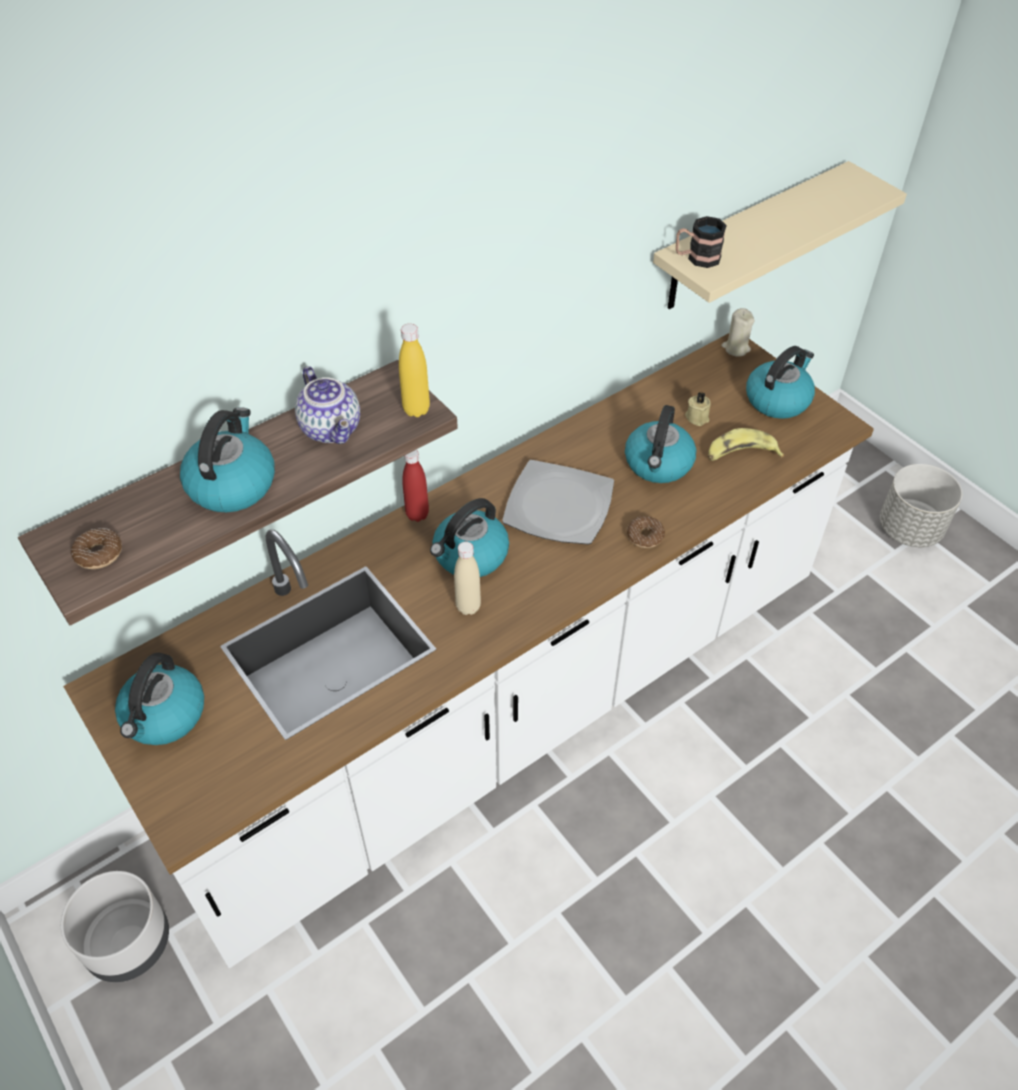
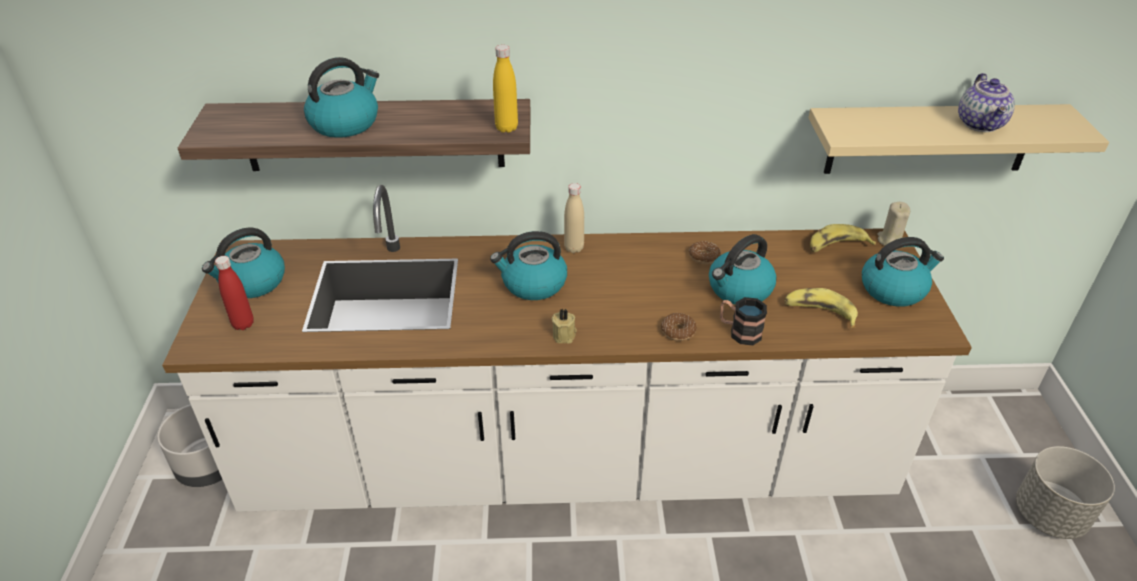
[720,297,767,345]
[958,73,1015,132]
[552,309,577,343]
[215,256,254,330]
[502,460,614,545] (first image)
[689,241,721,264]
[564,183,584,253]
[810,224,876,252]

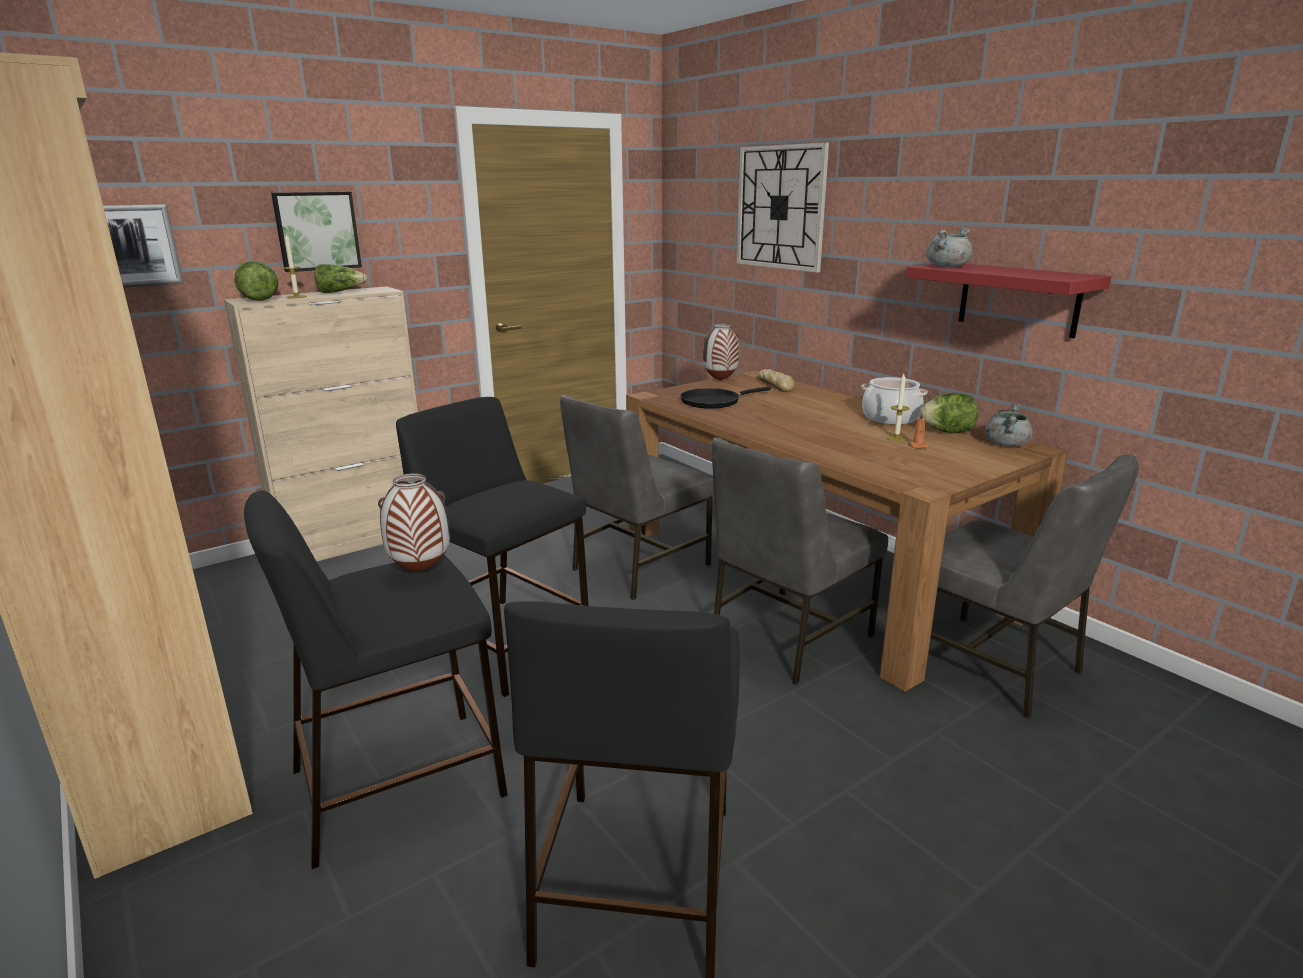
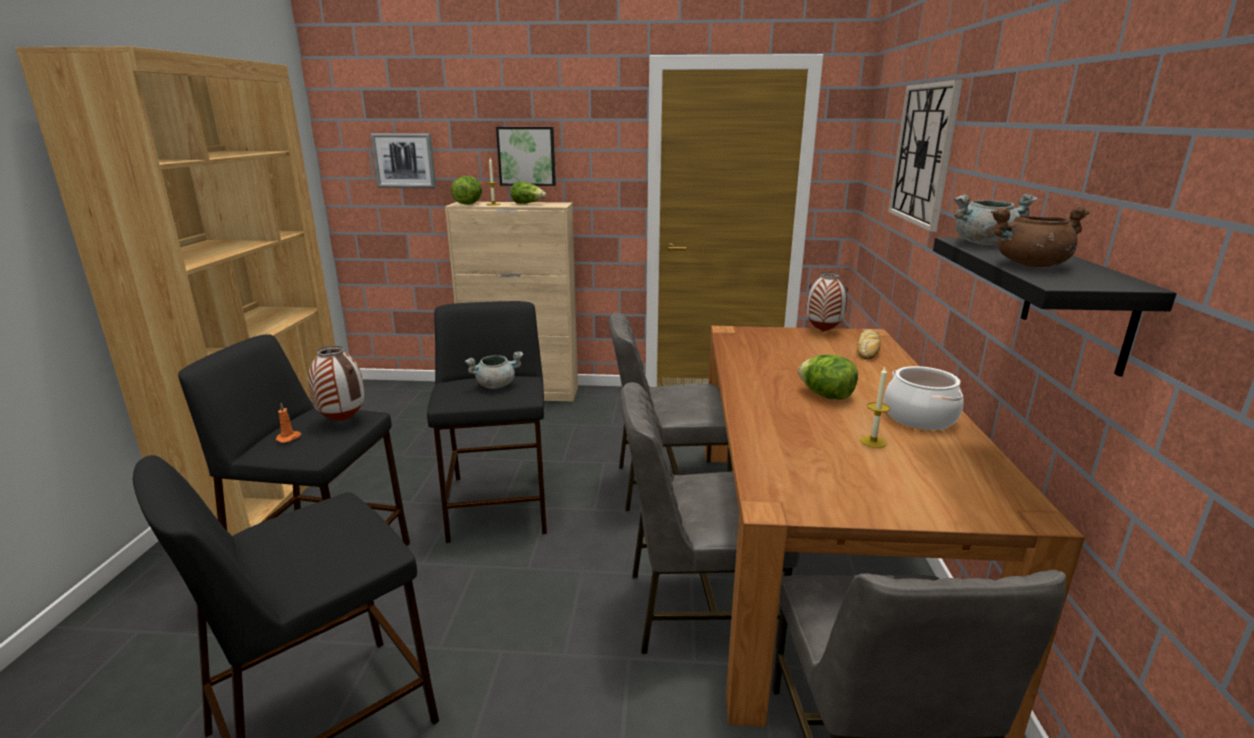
[933,237,1177,377]
[680,387,771,409] (first image)
[798,354,858,400]
[465,352,523,389]
[276,403,301,443]
[991,206,1090,267]

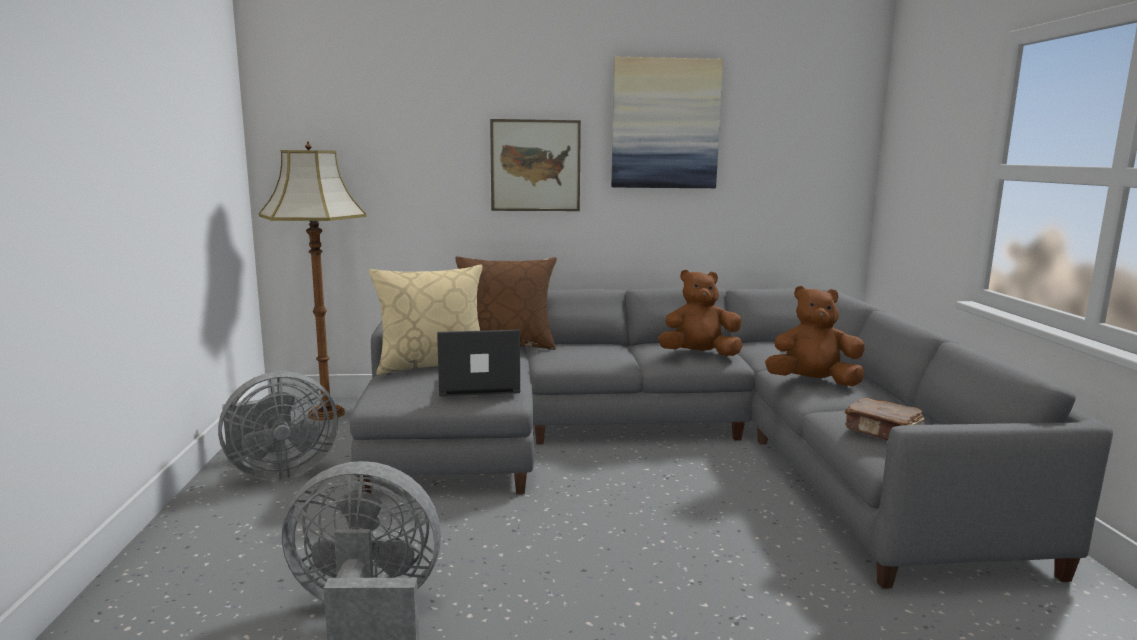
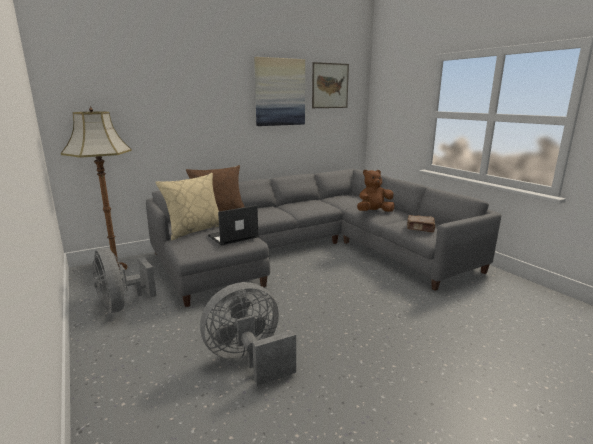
[312,62,349,108]
[658,270,743,356] (first image)
[92,248,157,313]

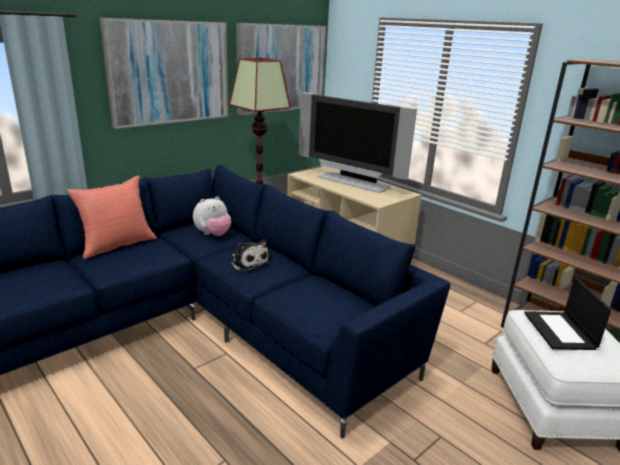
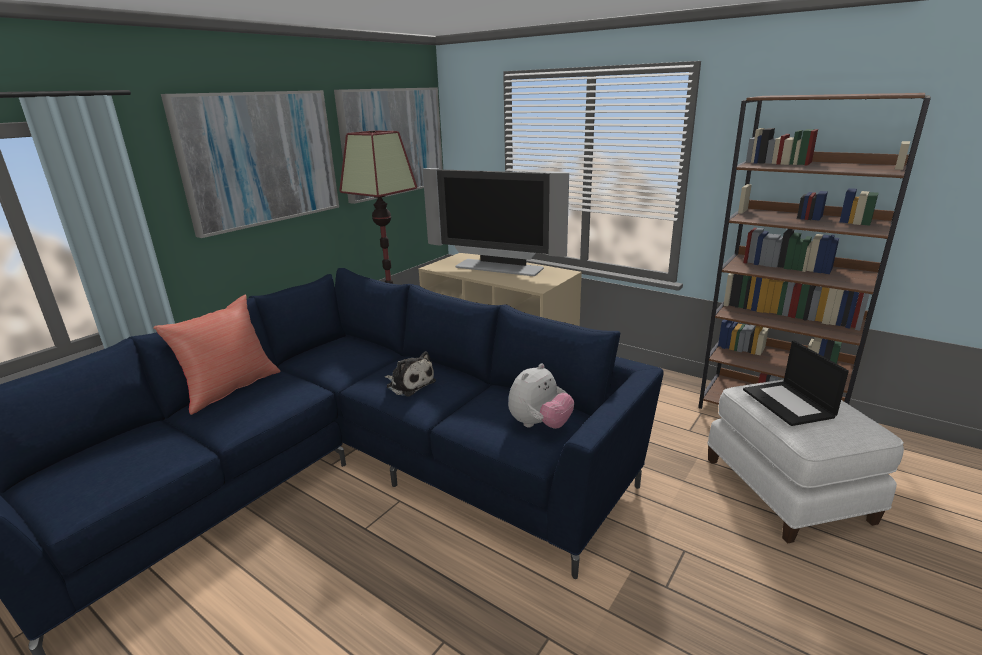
[508,363,574,429]

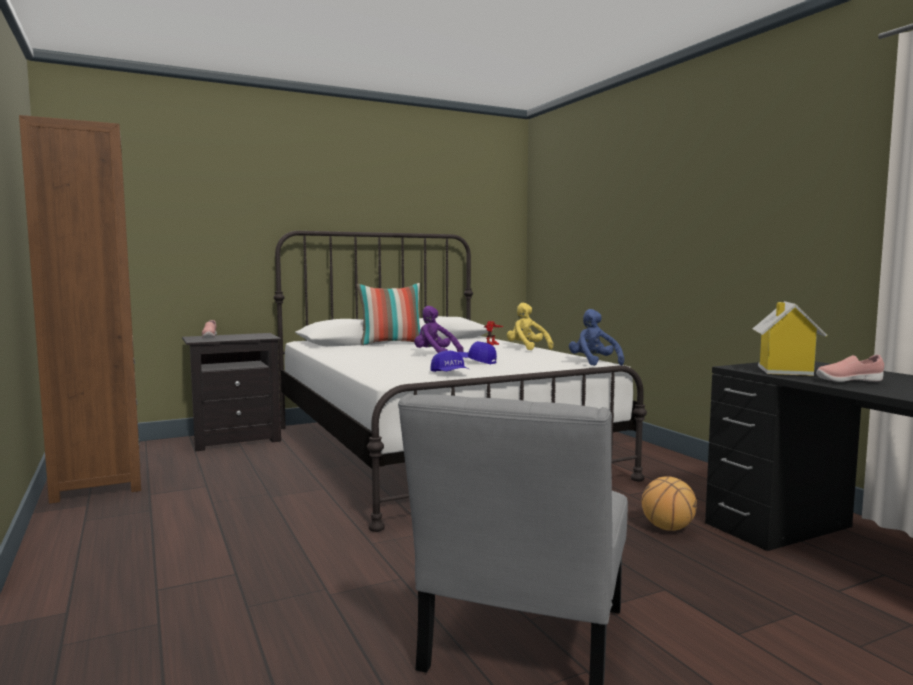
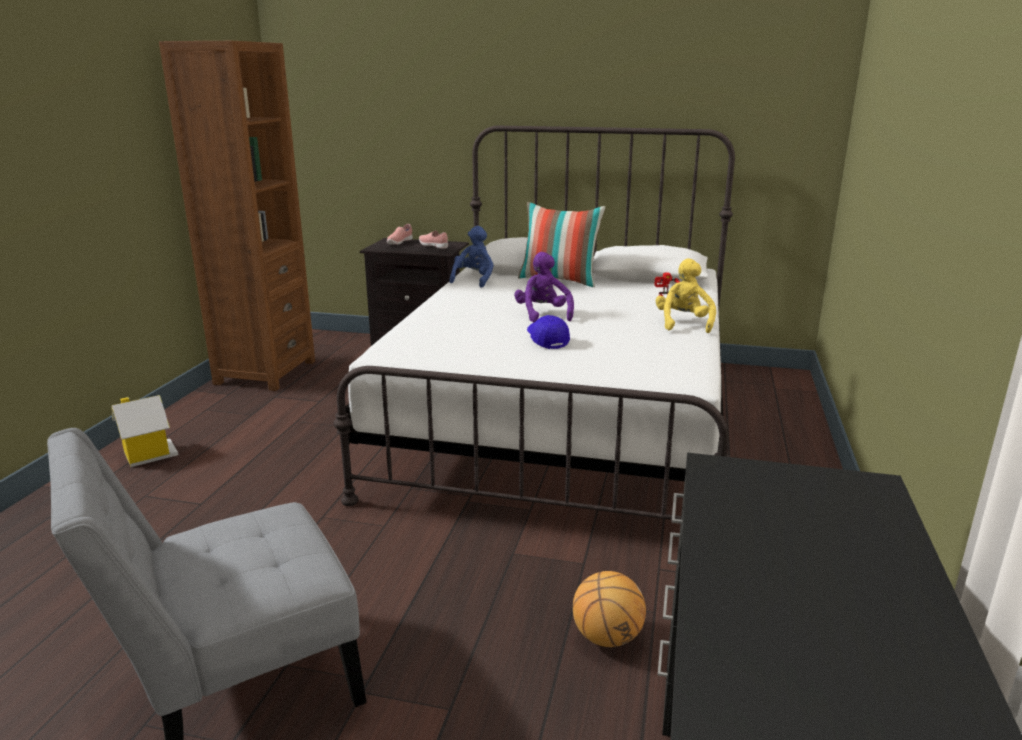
[112,395,178,467]
[449,226,494,288]
[430,350,470,372] (first image)
[419,231,448,249]

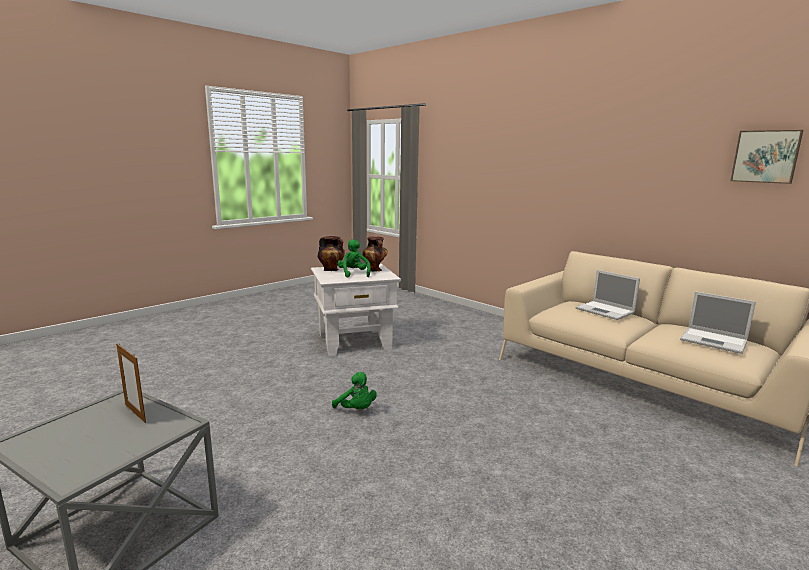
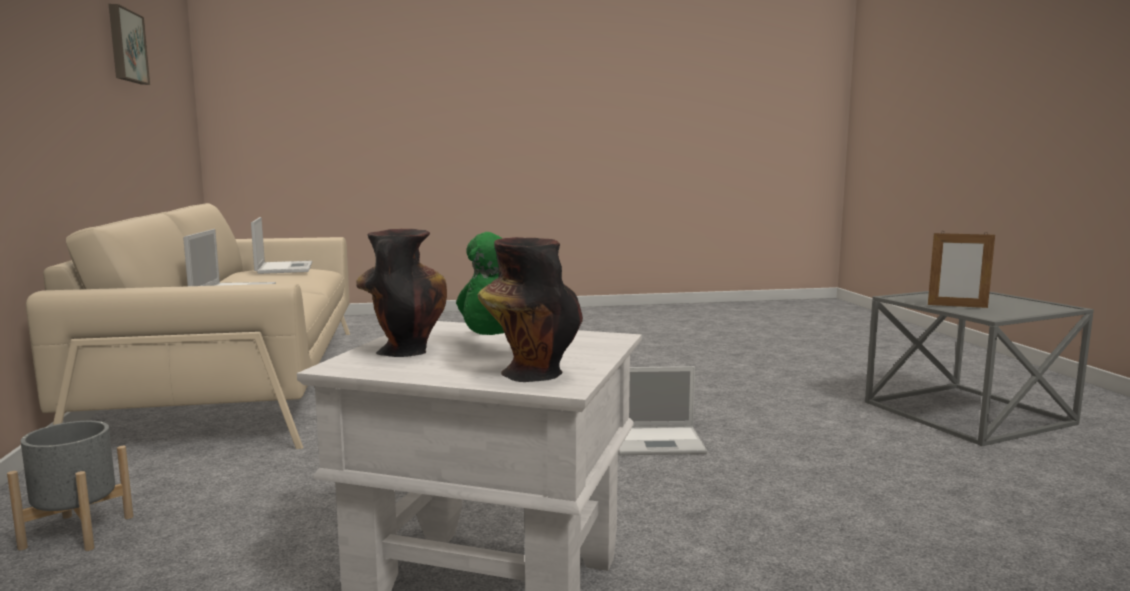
[928,231,995,308]
[618,366,707,455]
[7,421,133,551]

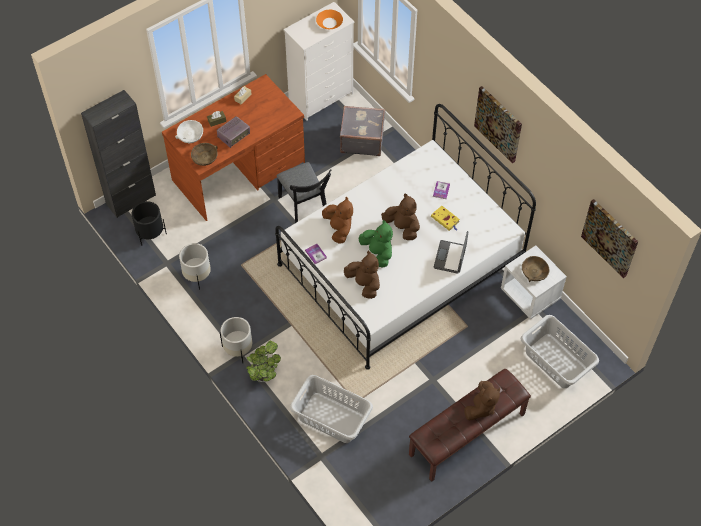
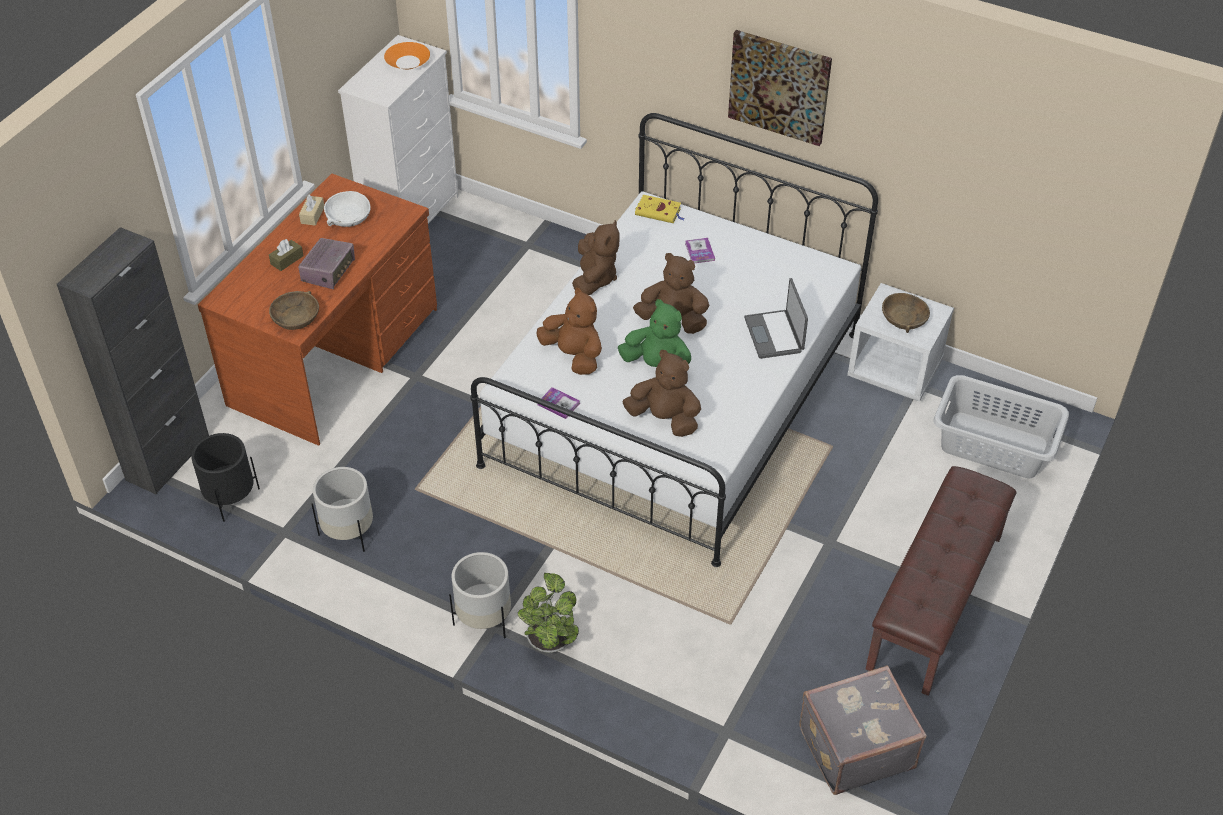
[799,665,927,795]
[324,191,371,227]
[276,162,331,223] (first image)
[581,199,638,278] (first image)
[635,195,685,224]
[290,375,373,443] (first image)
[572,220,620,295]

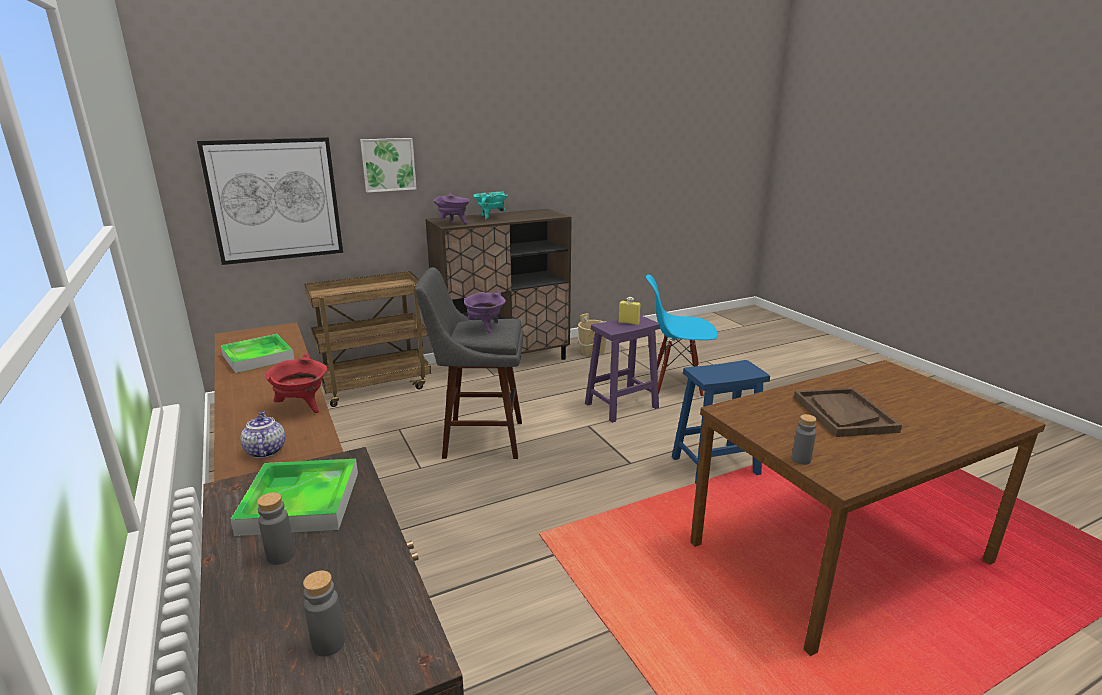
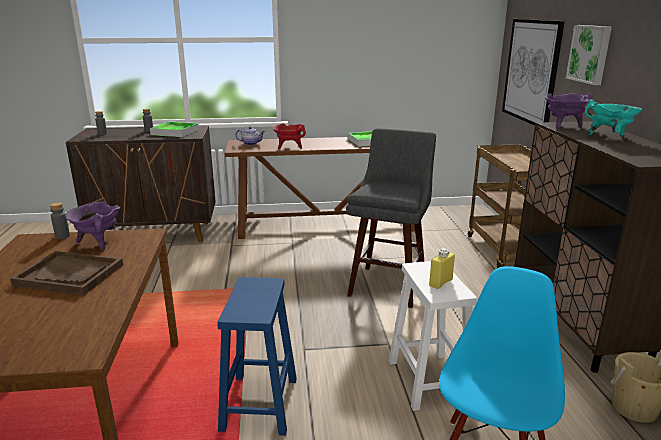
[65,201,120,251]
[389,261,477,411]

